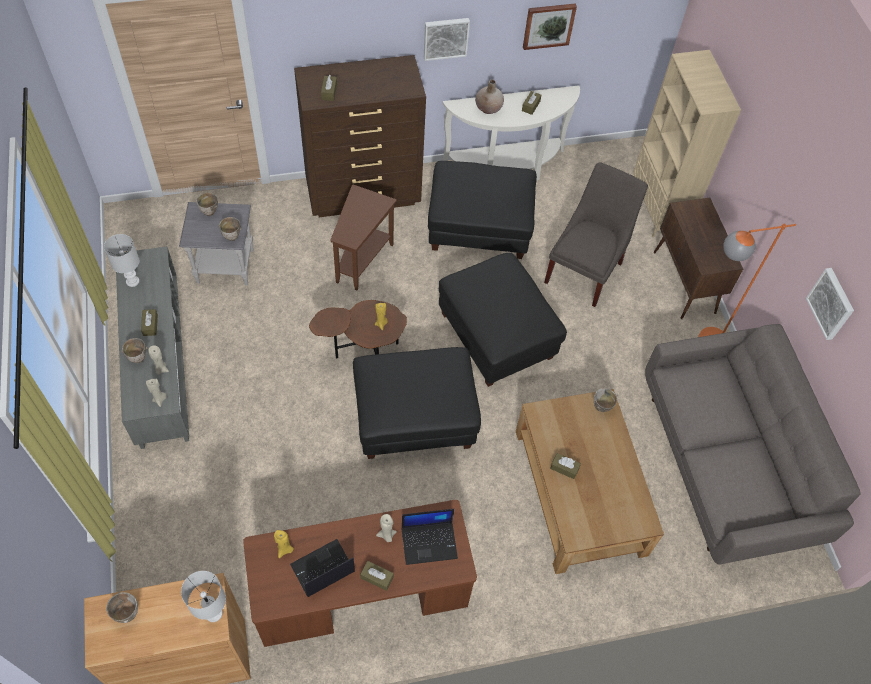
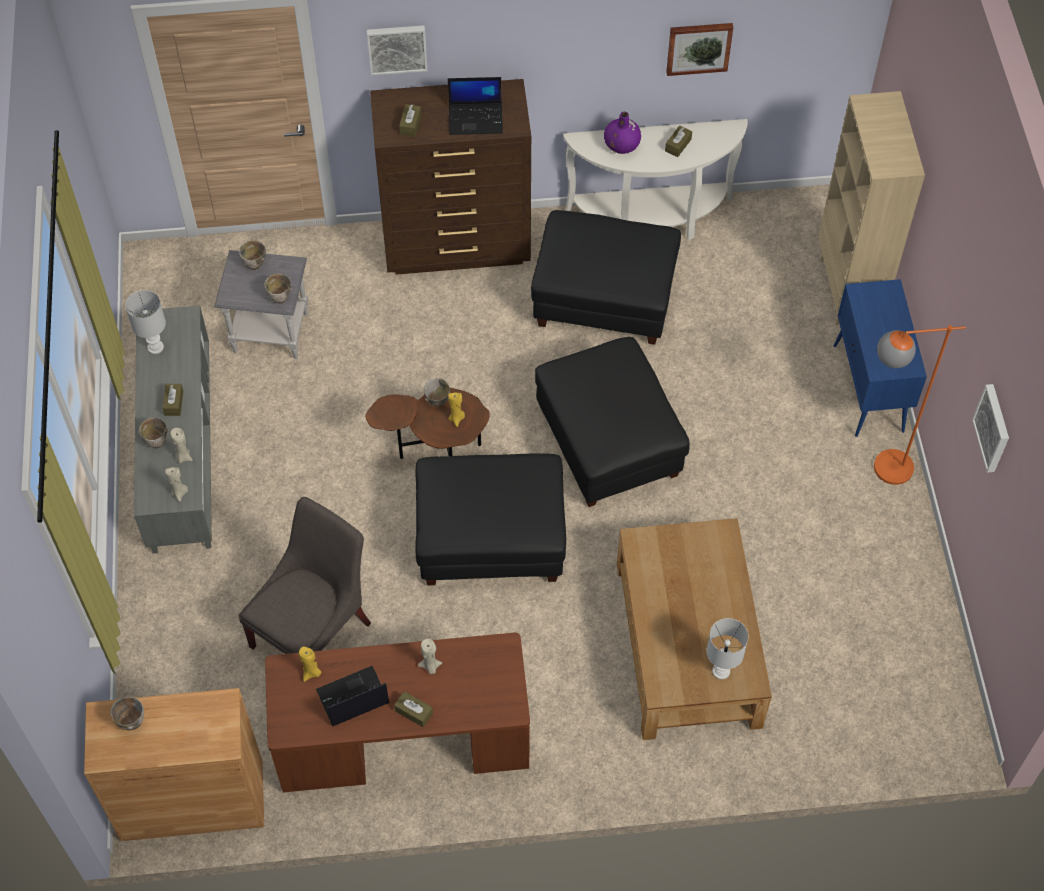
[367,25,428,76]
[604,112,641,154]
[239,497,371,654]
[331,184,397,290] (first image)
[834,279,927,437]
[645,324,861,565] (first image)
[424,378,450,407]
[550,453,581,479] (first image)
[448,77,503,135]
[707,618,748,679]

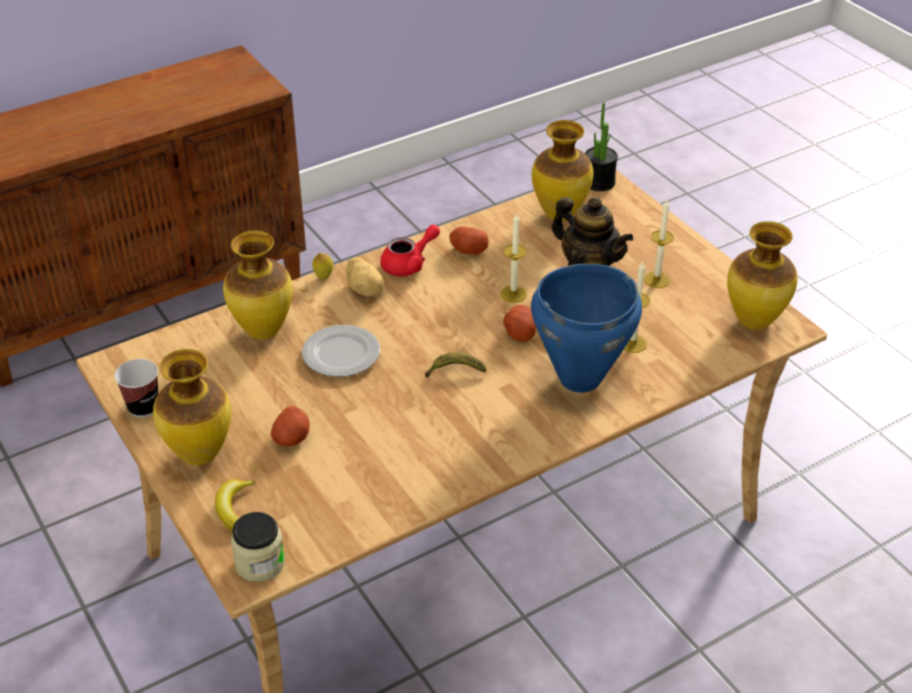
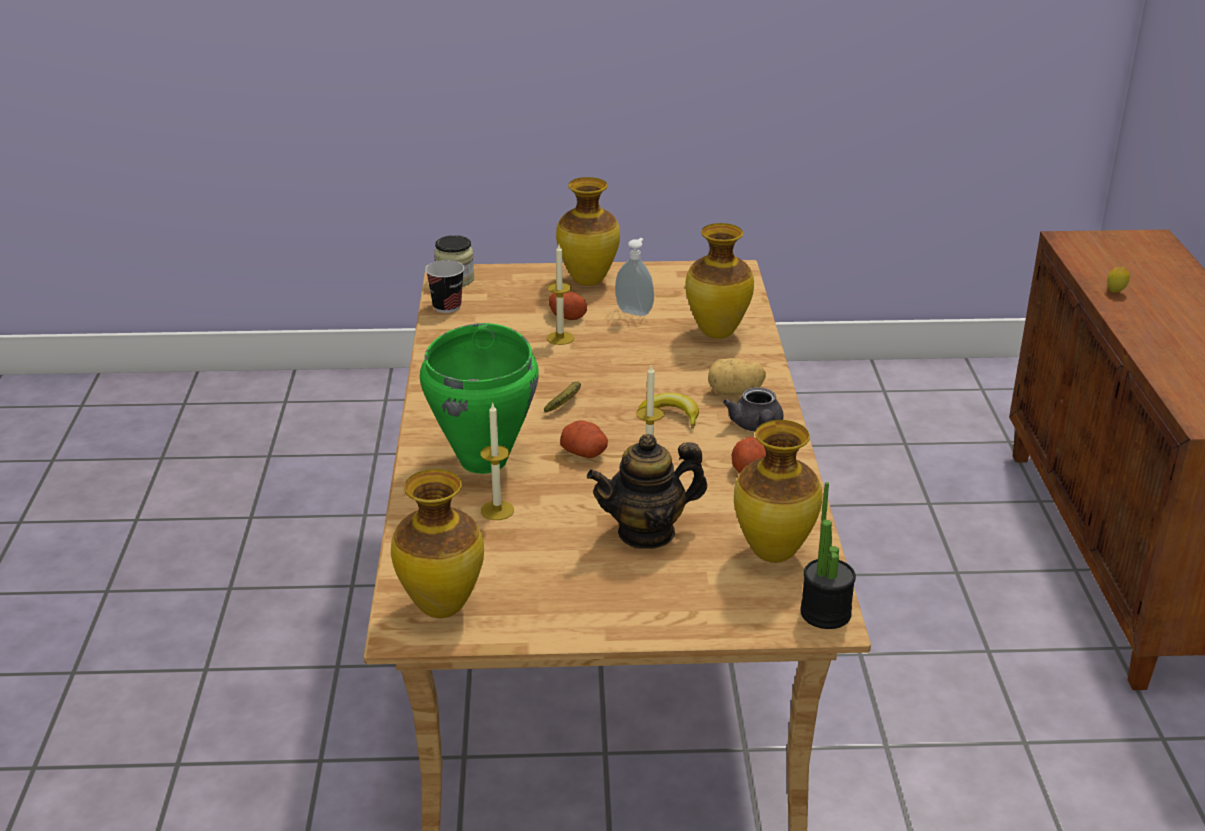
[547,244,574,345]
[723,387,784,431]
[1107,266,1130,293]
[420,323,539,474]
[302,325,380,377] (first image)
[425,260,464,313]
[638,393,699,428]
[615,238,654,316]

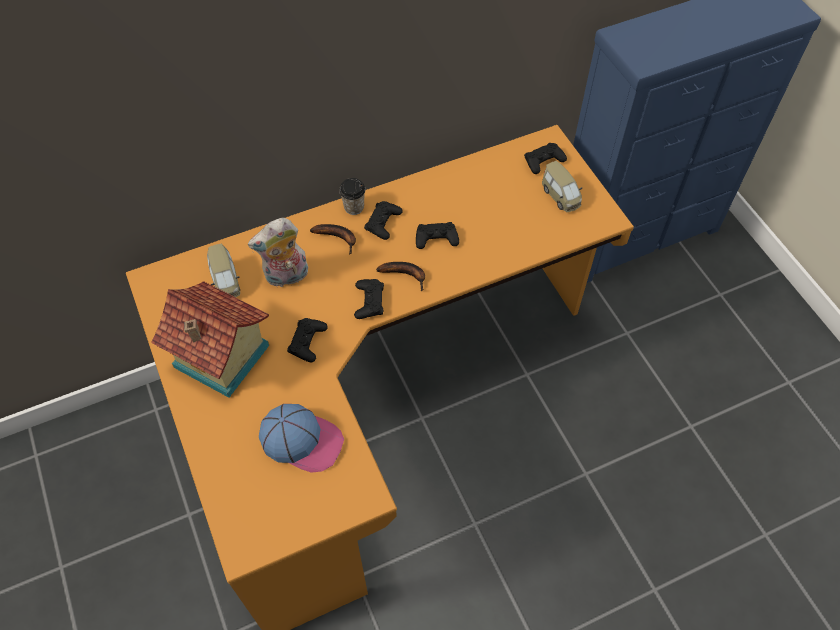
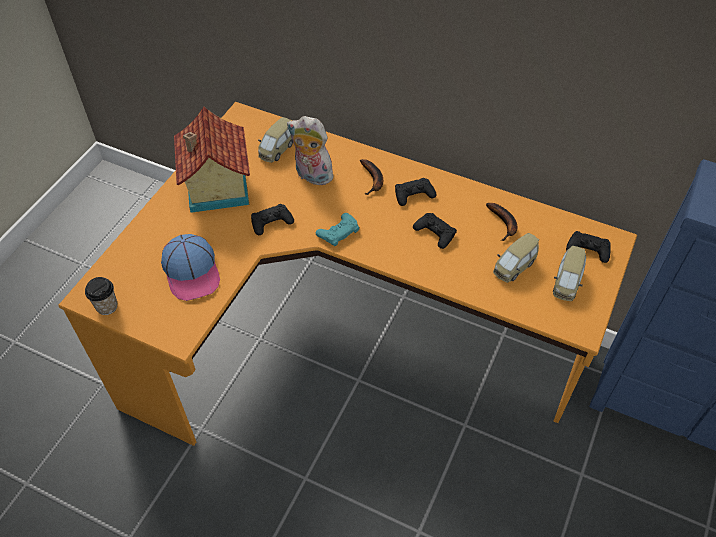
[85,277,117,315]
[486,203,517,241]
[316,213,360,246]
[493,233,539,283]

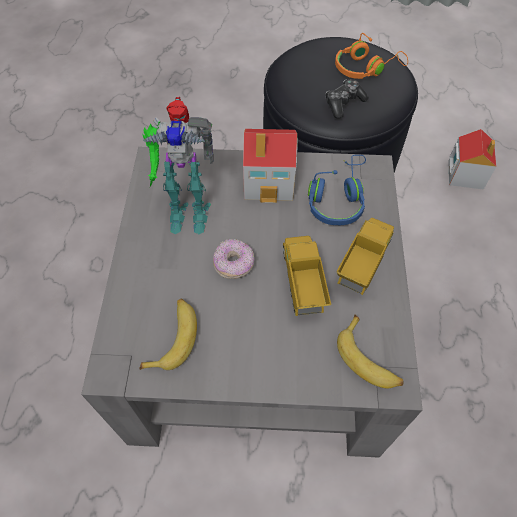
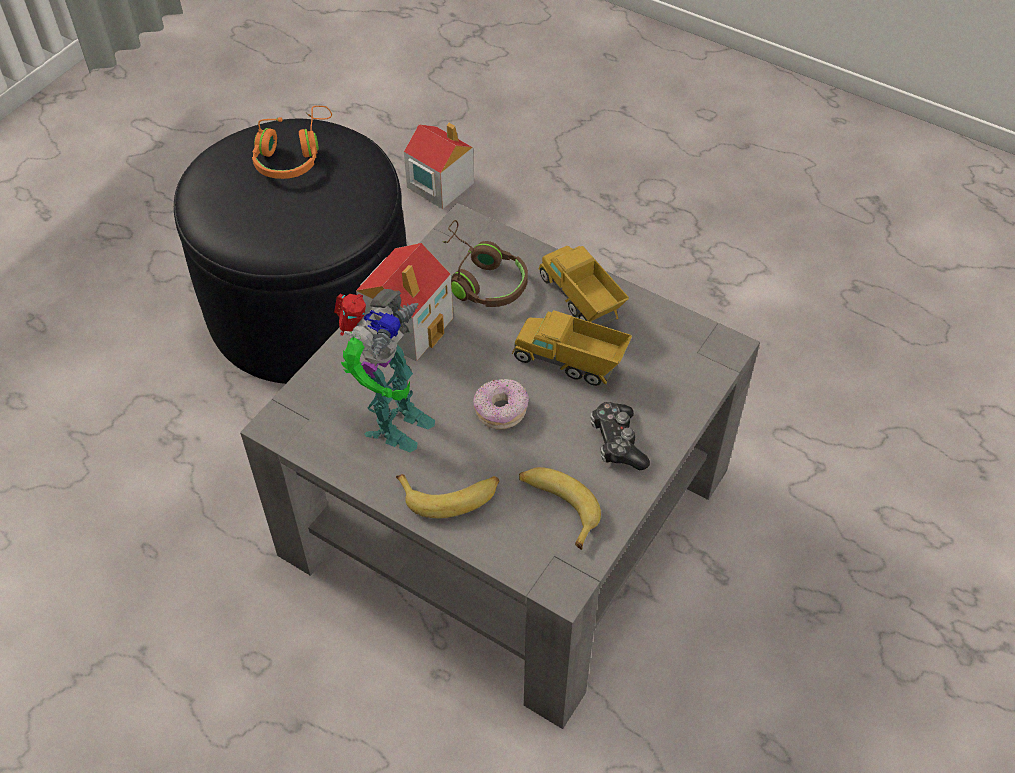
[591,402,650,470]
[442,220,528,307]
[396,474,499,518]

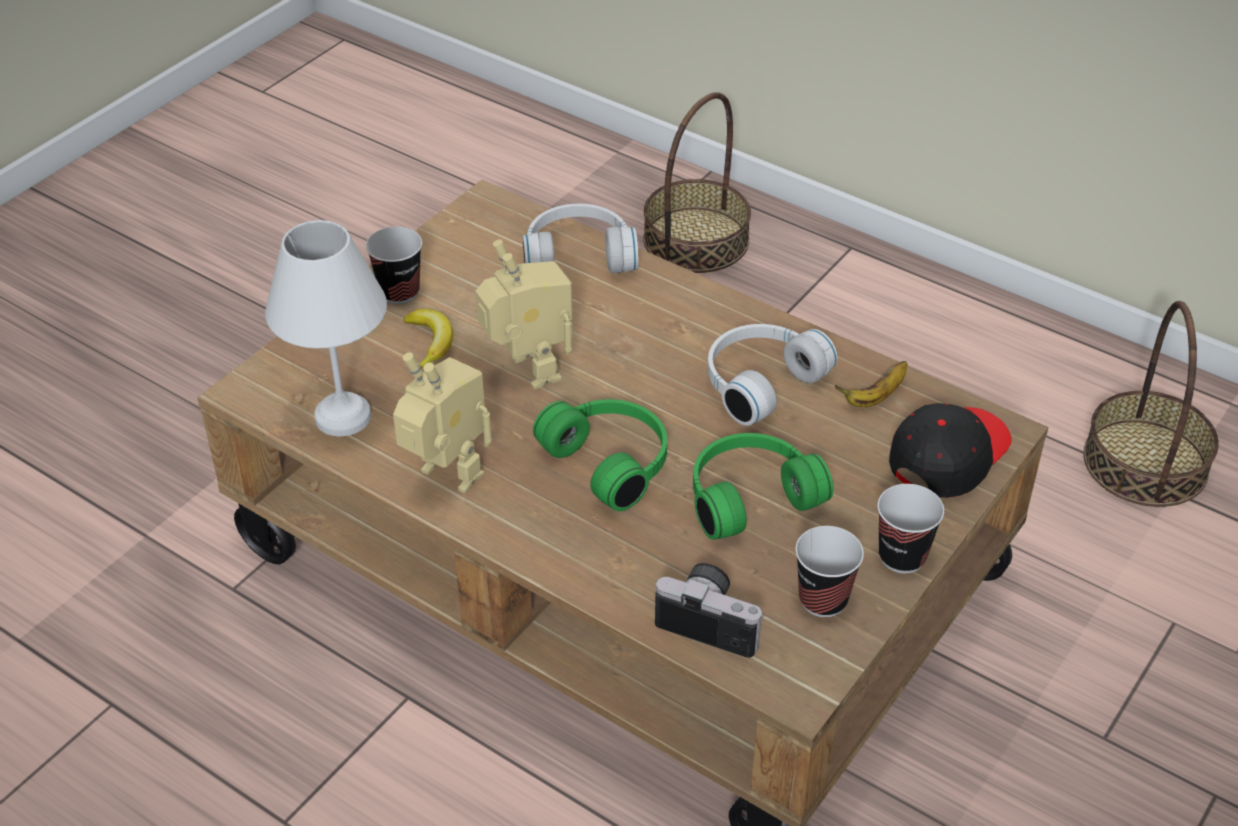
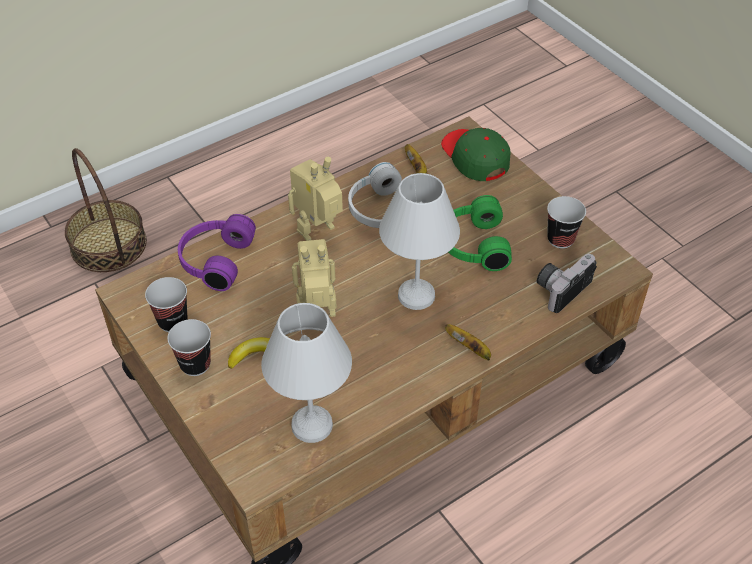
[178,214,256,291]
[1083,301,1219,507] (first image)
[288,157,343,241]
[379,173,460,310]
[441,128,510,181]
[145,277,188,332]
[445,324,491,361]

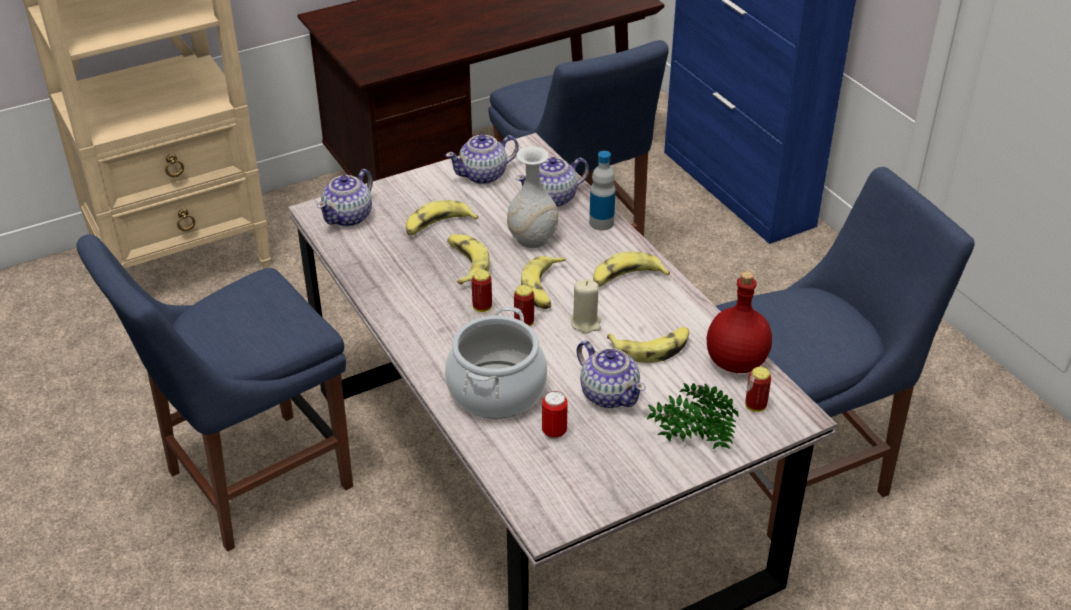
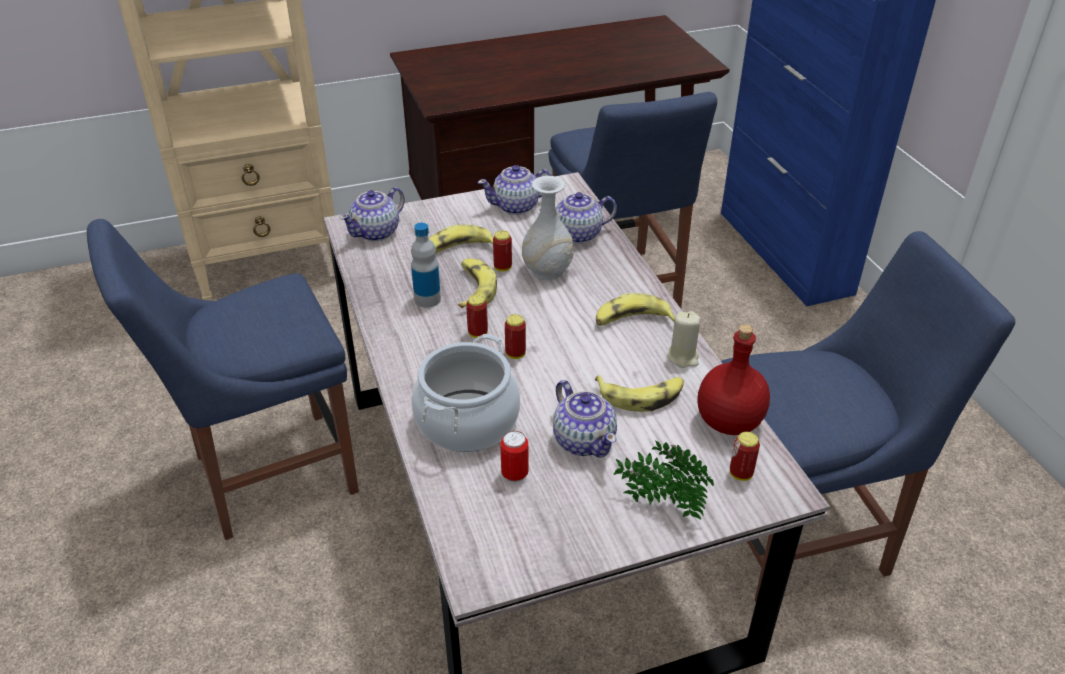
[411,223,441,308]
[521,256,566,309] (first image)
[668,311,701,368]
[493,230,512,272]

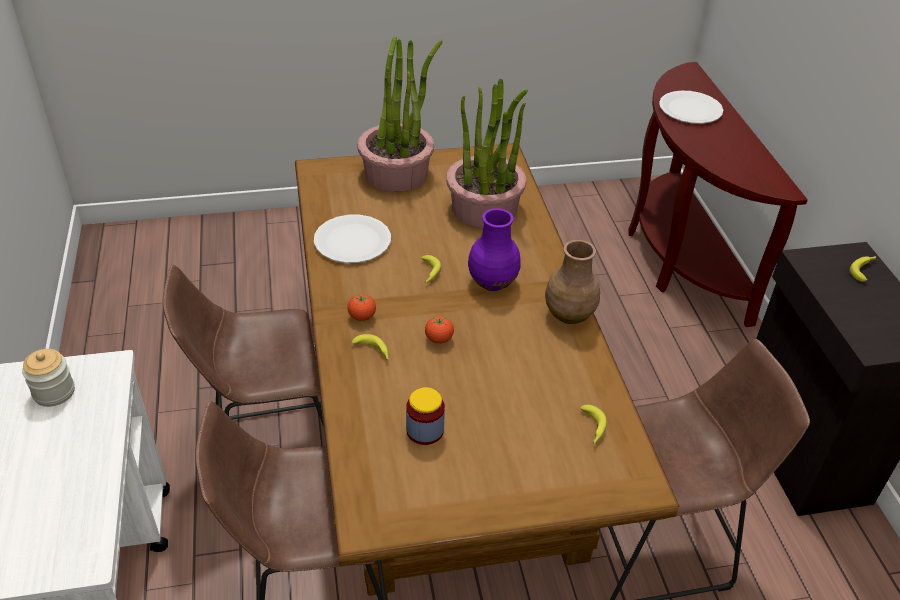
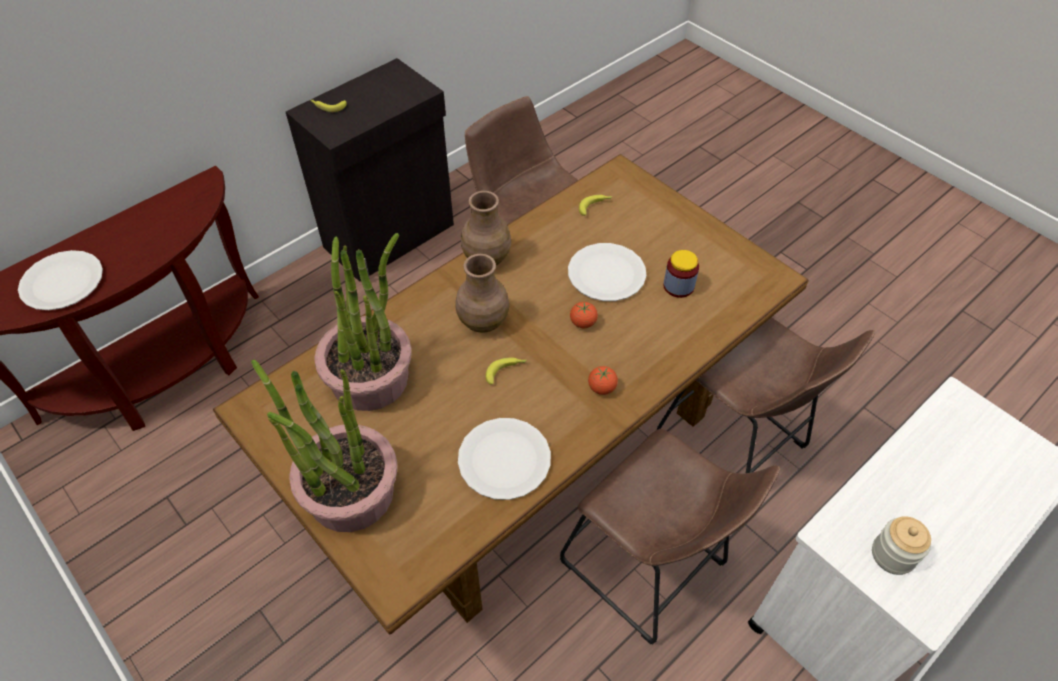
[456,254,509,333]
[352,334,389,360] (first image)
[568,243,646,301]

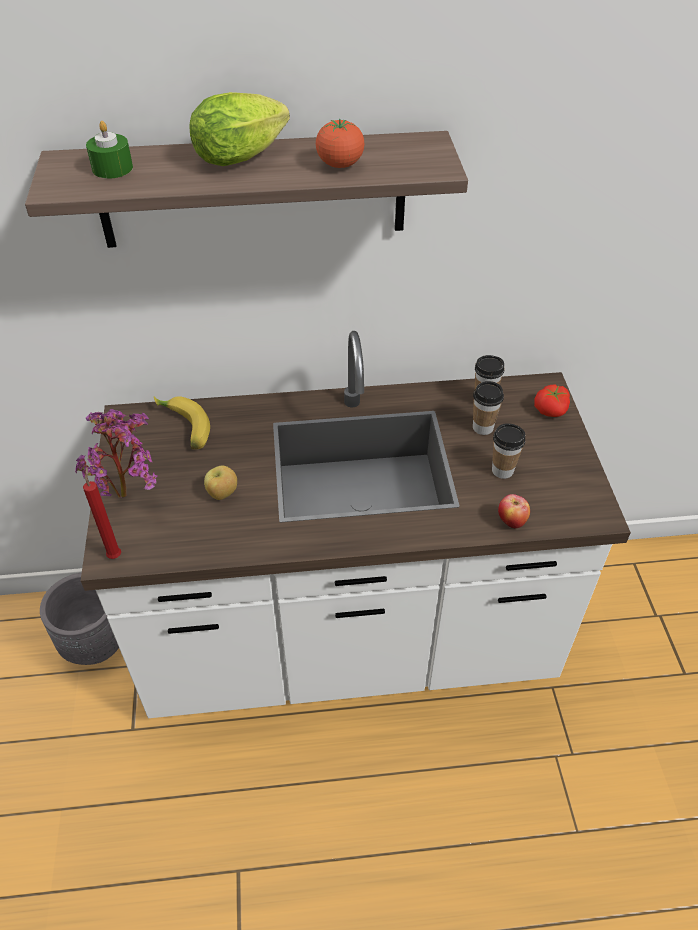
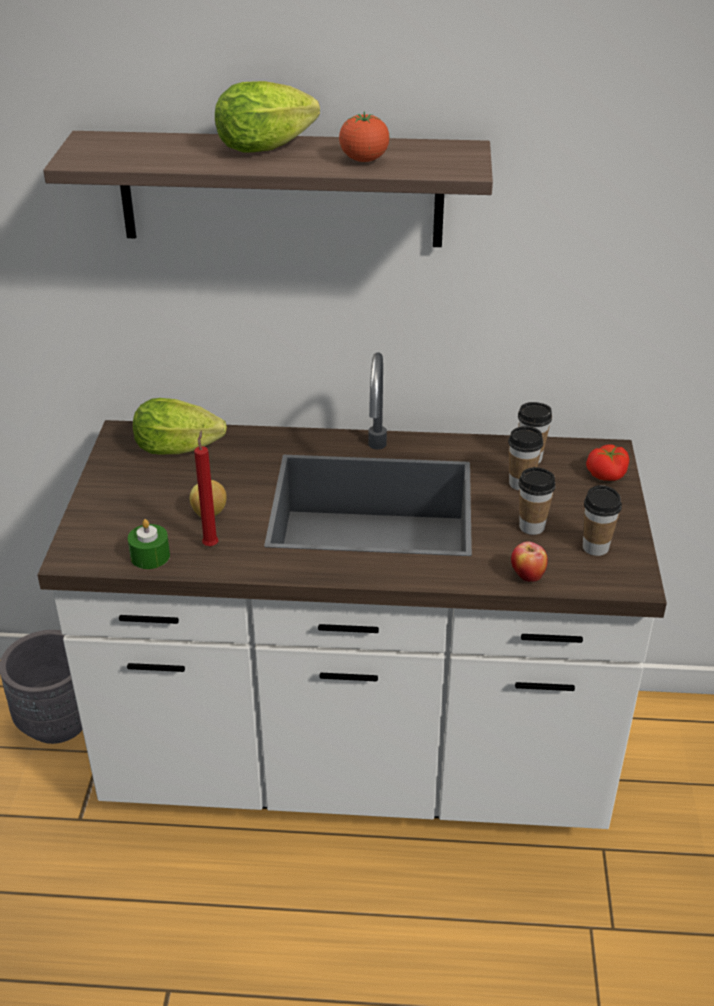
[128,519,170,569]
[133,398,227,455]
[75,409,158,497] (first image)
[194,431,218,546]
[583,485,622,556]

